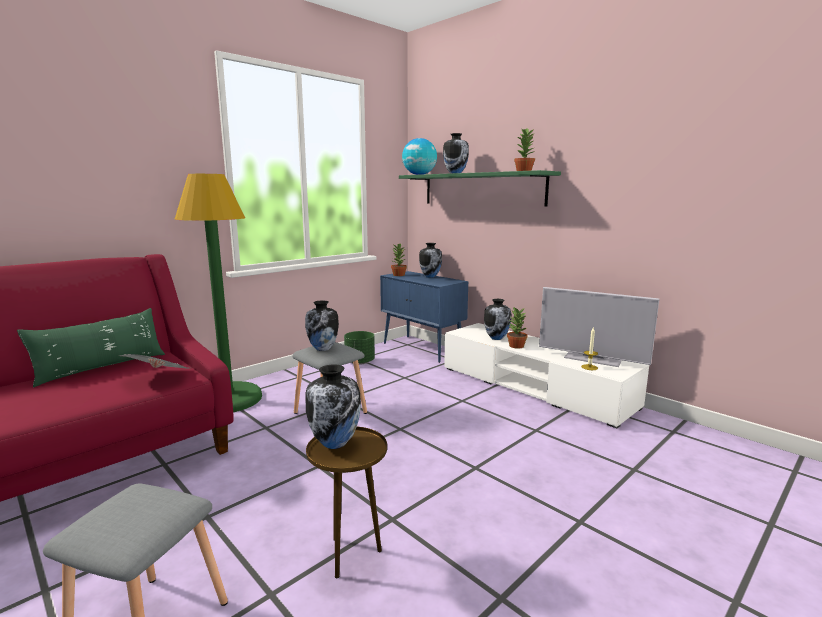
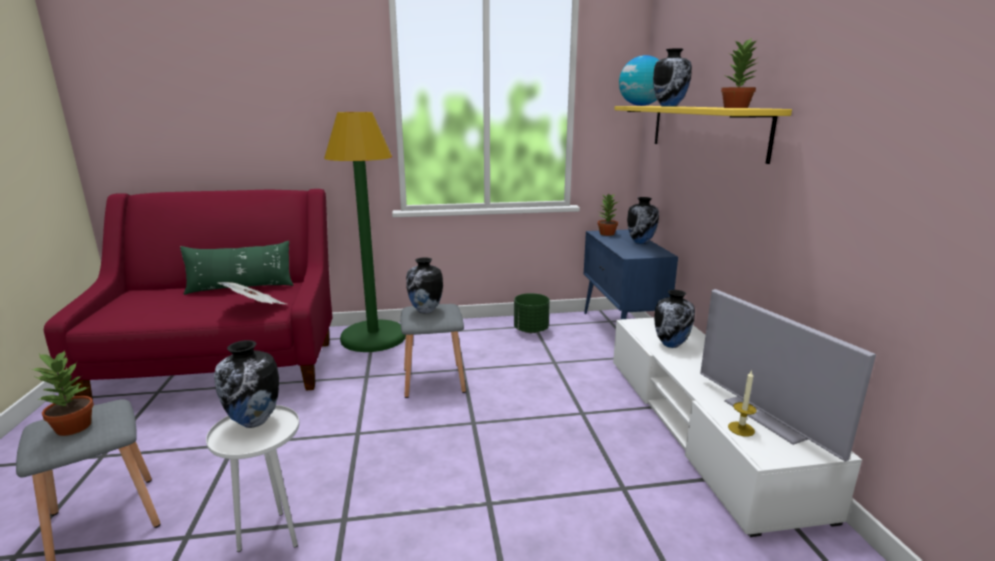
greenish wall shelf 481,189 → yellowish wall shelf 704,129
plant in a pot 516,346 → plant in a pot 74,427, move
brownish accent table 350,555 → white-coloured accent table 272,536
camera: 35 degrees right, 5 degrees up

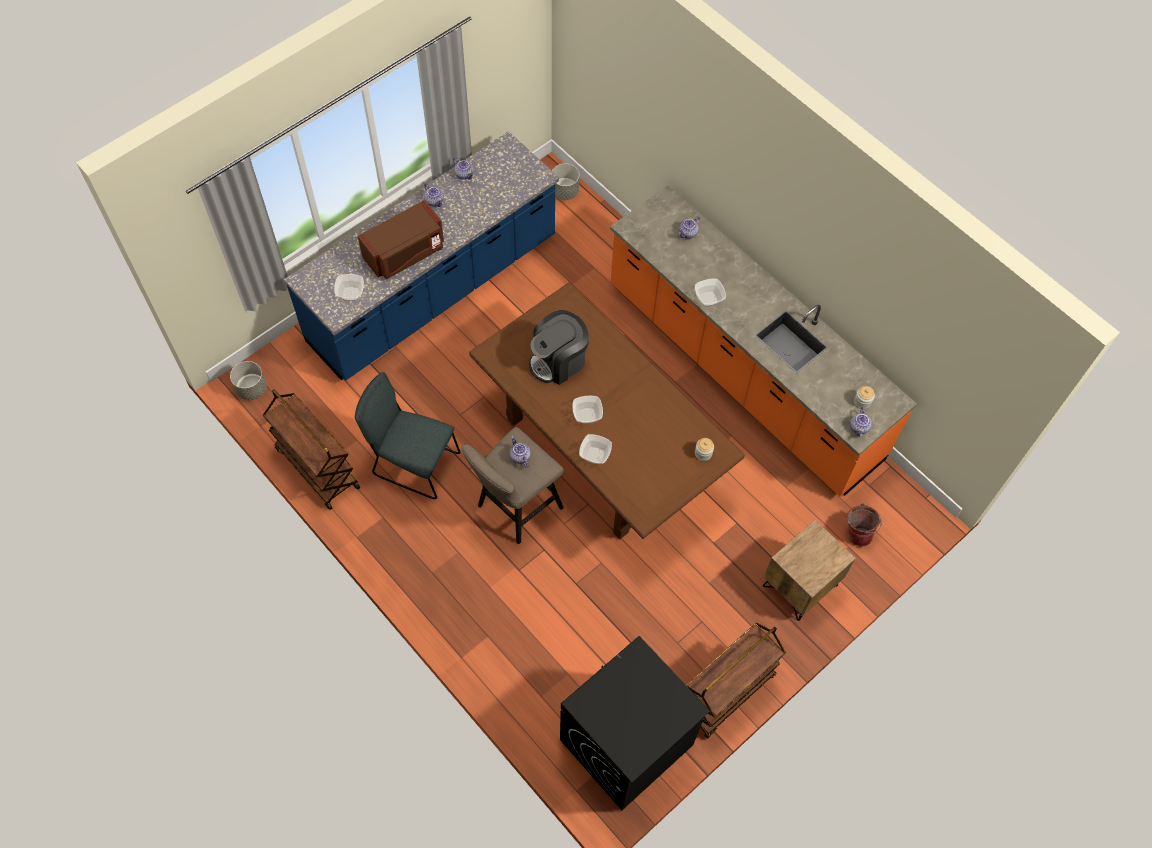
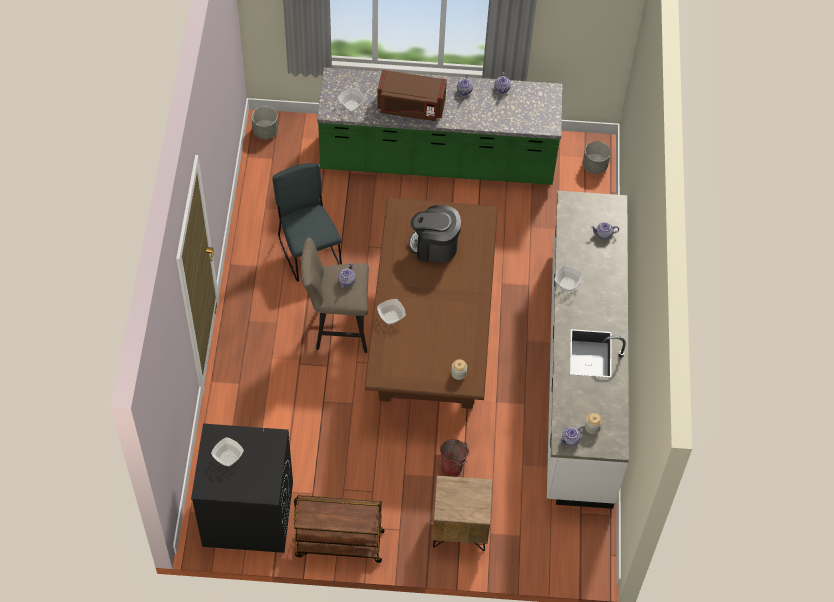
blue-coloured kitchen counter 434,291 → greenish kitchen counter 437,161
orangey kitchen counter 742,372 → white-coloured kitchen counter 579,372
brownish trolley 316,468 → -
deep dish 586,416 → deep dish 227,458, move
bucket 857,532 → bucket 453,465, move
camera: 45 degrees right, 5 degrees down

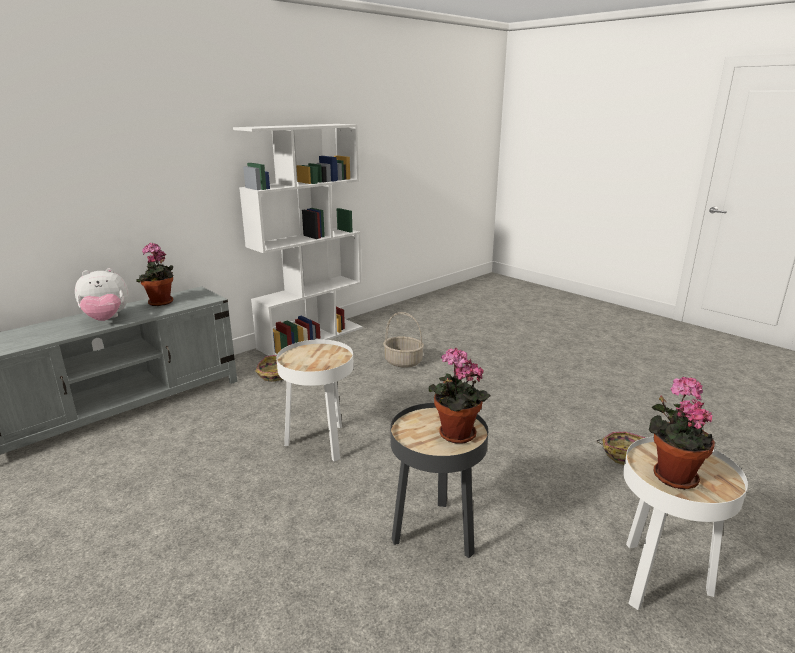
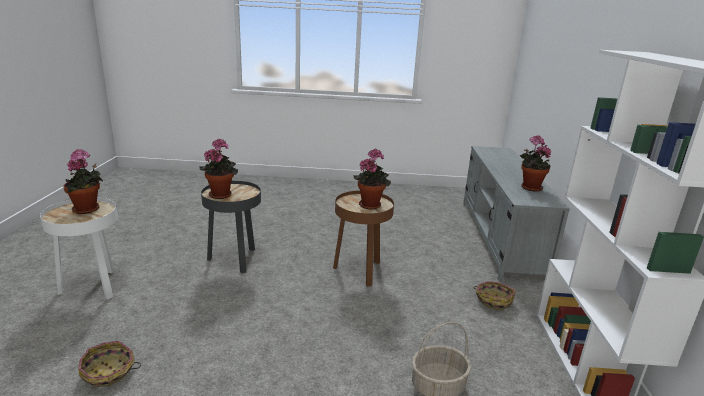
plush toy 106,319 → -
white-coloured accent table 320,443 → brownish accent table 360,271
- → plant in a pot 370,204
camera: 135 degrees right, 0 degrees up

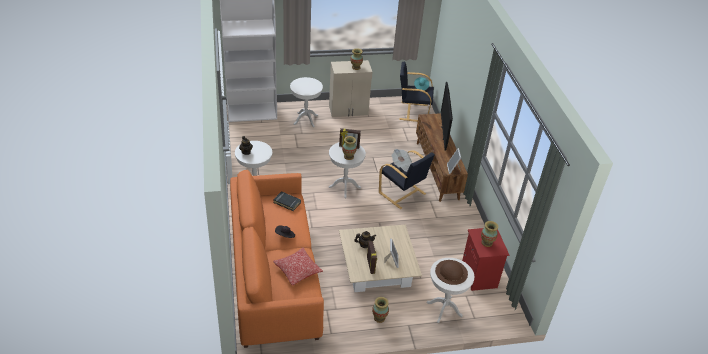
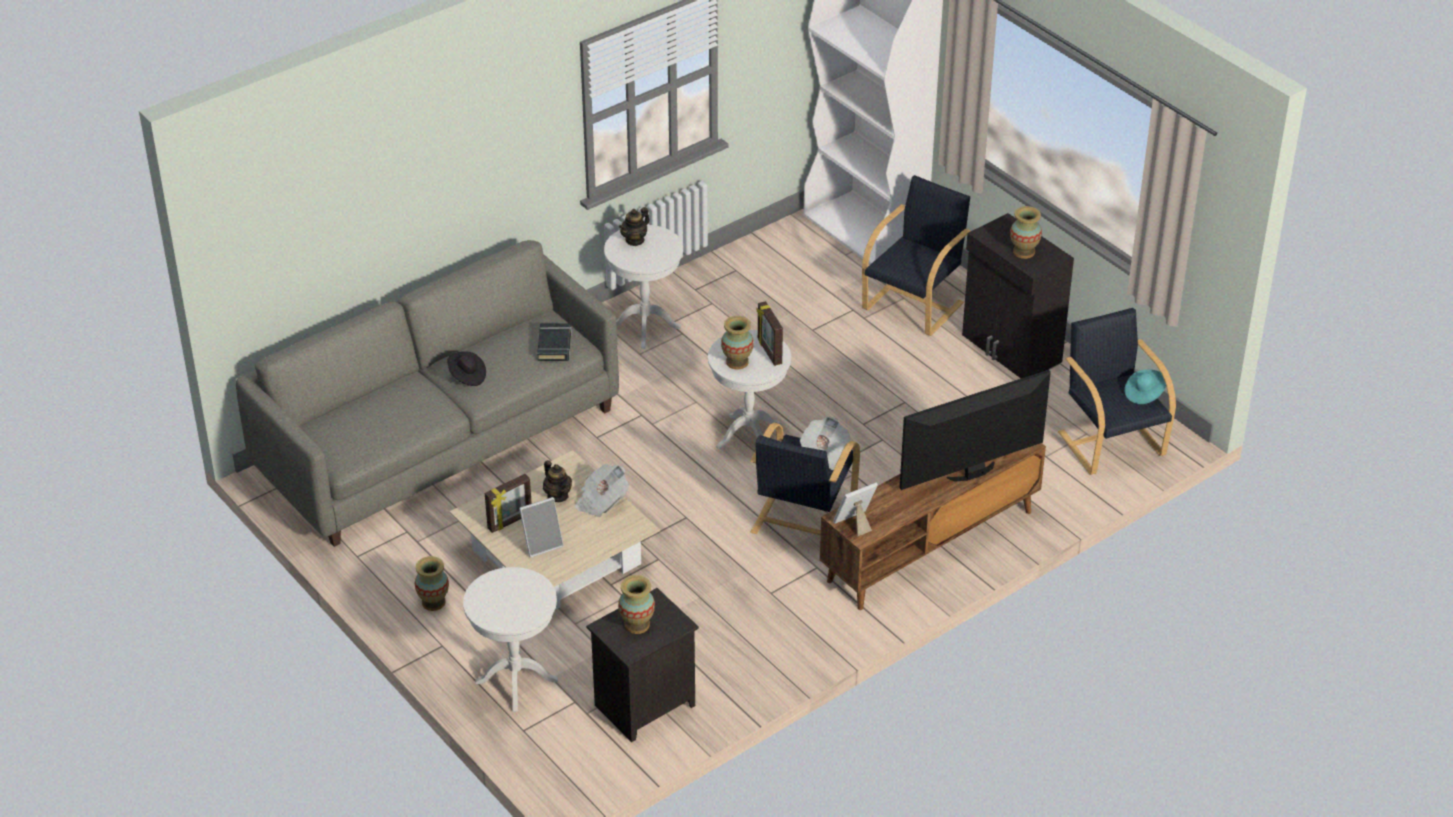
beige-coloured cupboard 348,110 → blackish cupboard 1011,349
white-coloured accent table 305,119 → blackish lounge chair 914,305
orangey settee 274,276 → gray settee 439,441
reddish nightstand 480,276 → blackish nightstand 644,707
throw pillow 297,270 → -
brownish wearable hat 451,272 → -
- → daily paper 601,501
camera: 65 degrees right, 0 degrees up

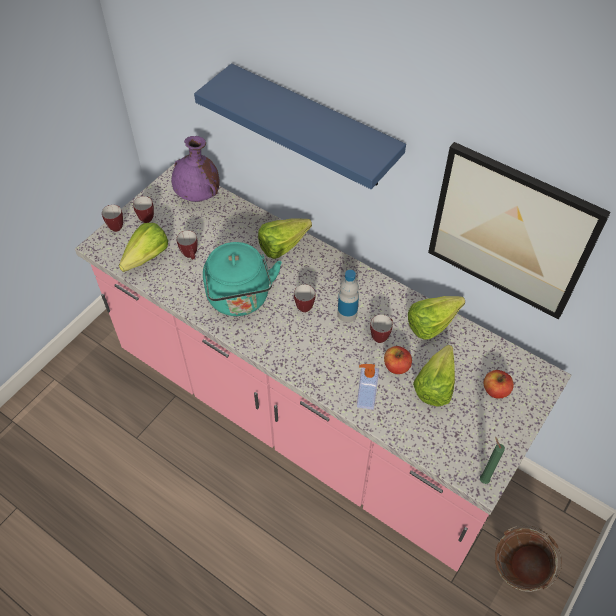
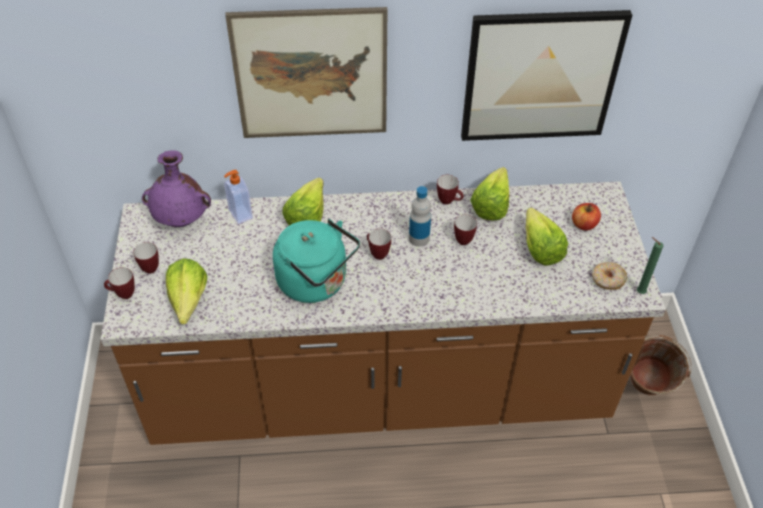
blue-coloured wall shelf 314,128 → picture 311,74
pink-coloured kitchen counter 308,416 → brownish kitchen counter 379,388
mug 191,256 → mug 449,201, move
apple 396,366 → -
soap bottle 365,398 → soap bottle 240,214, move
- → donut 607,280
camera: 40 degrees left, 5 degrees down

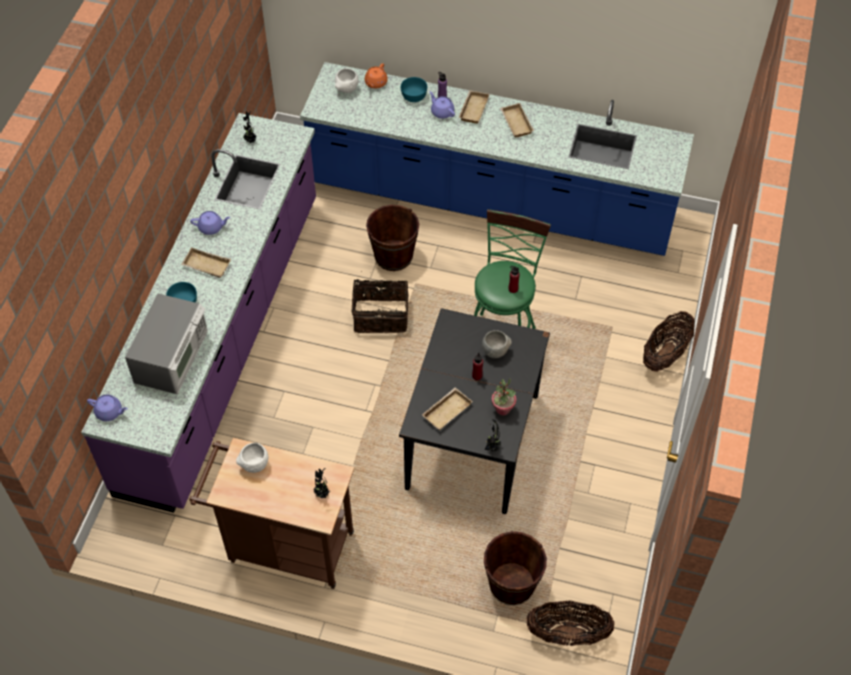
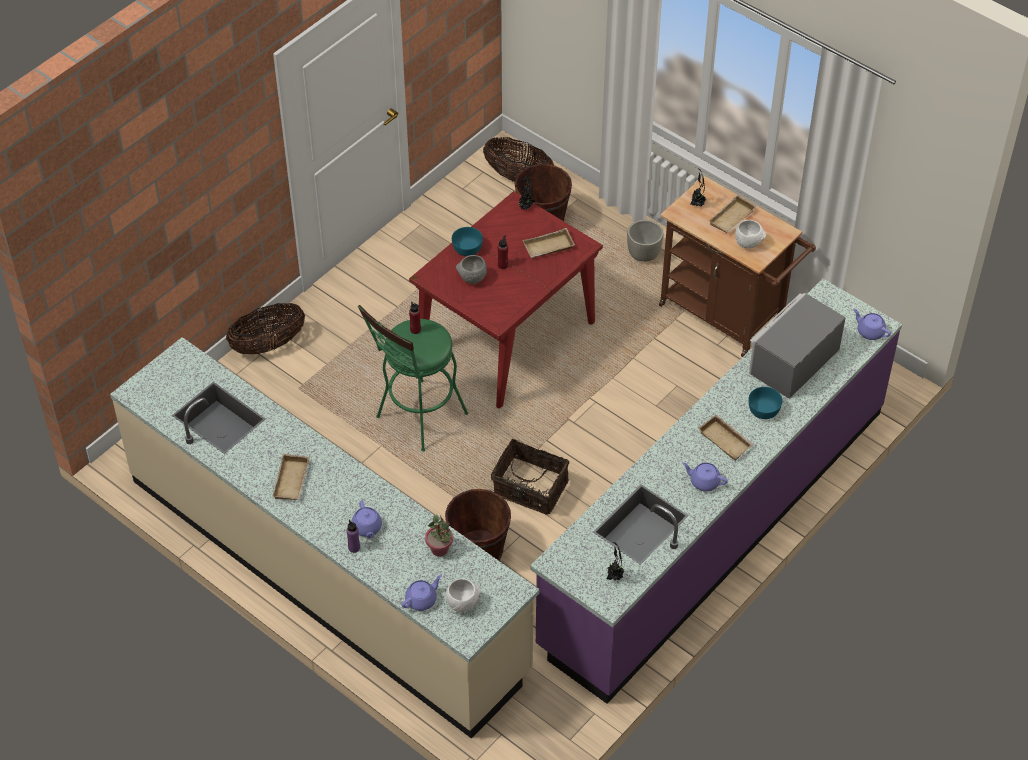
blue-coloured kitchen counter 490,202 → beige-coloured kitchen counter 327,574
orangey teapot 375,83 → purple-coloured teapot 422,600
turquoise-coloured deep dish 413,96 → turquoise-coloured deep dish 467,248, move
beige-coloured tray 473,109 → beige-coloured tray 732,219, move
blackish kitchen table 473,439 → reddish kitchen table 506,339
plant in a pot 502,409 → plant in a pot 440,549, move
- → gray flower pot 644,255
camera: 155 degrees left, 5 degrees down

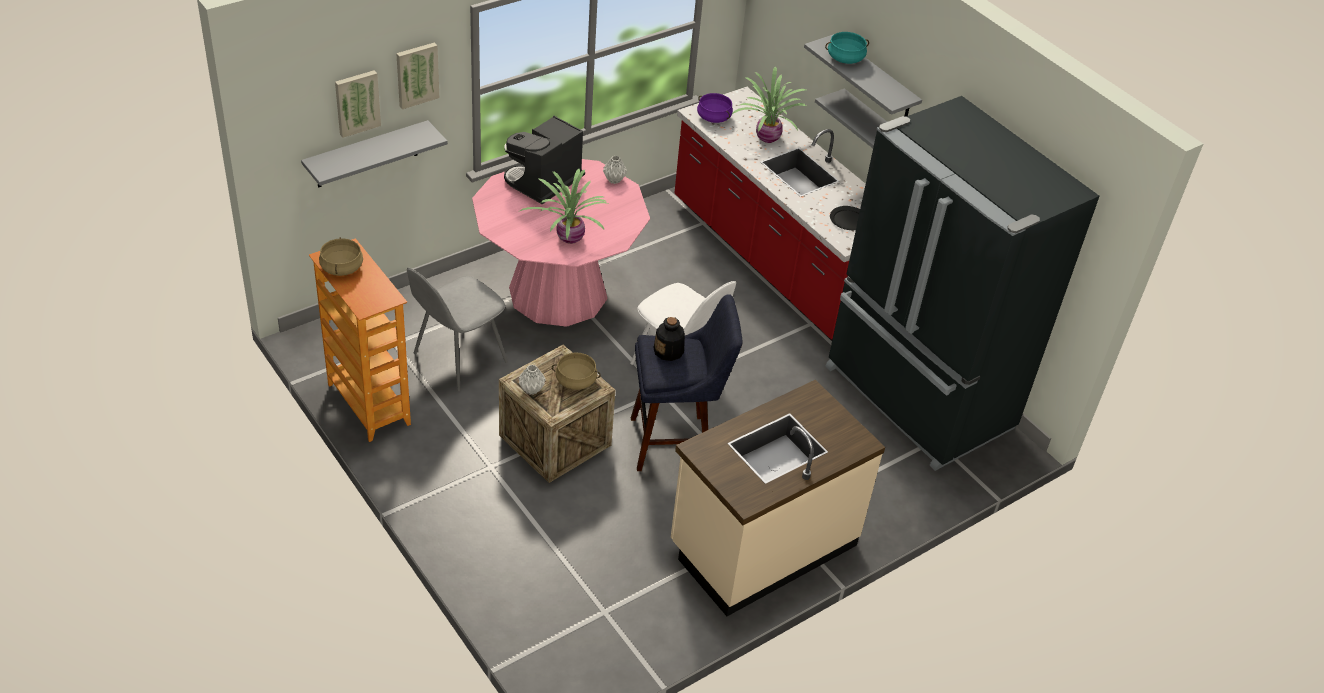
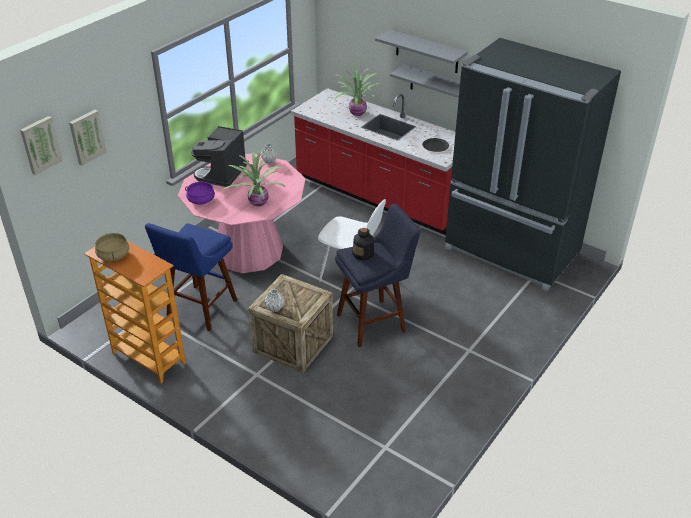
turquoise-coloured saucepot 845,58 → -
picture 416,74 → picture 40,145, move
purple-coloured saucepot 713,117 → purple-coloured saucepot 201,200, move
gray wall shelf 367,155 → -
gray upright chair 458,359 → blue-coloured stool seat 199,310
beige-coloured saucepot 575,381 → -
beige-coloured kitchen counter 762,545 → -
camera: 15 degrees left, 5 degrees down

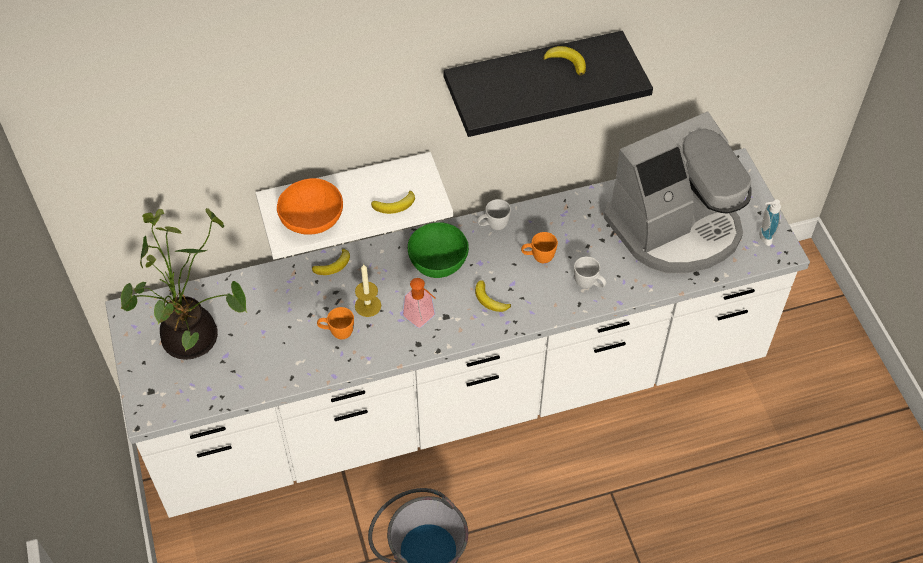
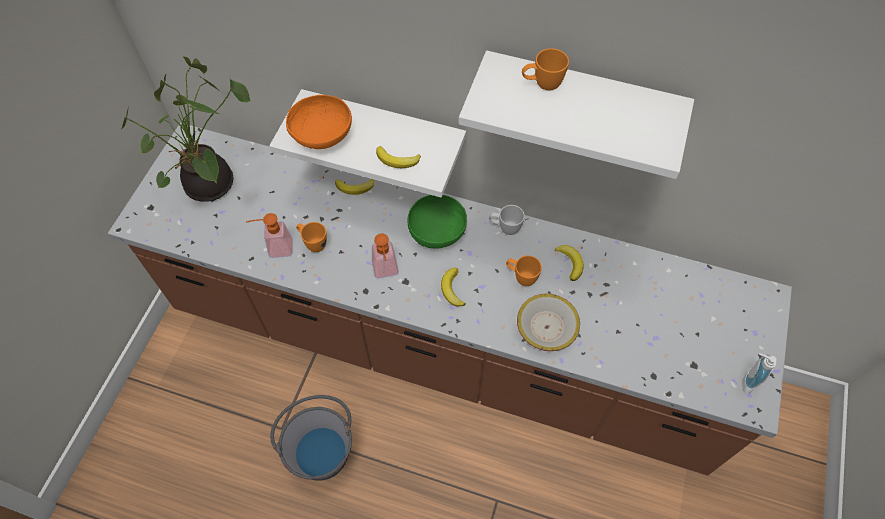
blackish wall shelf 532,73 → white-coloured wall shelf 581,100
whole banana 566,62 → whole banana 570,263, move
coffee maker 676,228 → -
white-coloured kitchen counter 461,395 → brownish kitchen counter 442,346
white-coloured mug 589,284 → deep dish 546,327
candle 368,305 → -
- → orangey mug 541,85
- → soap bottle 275,248
camera: 35 degrees right, 5 degrees up

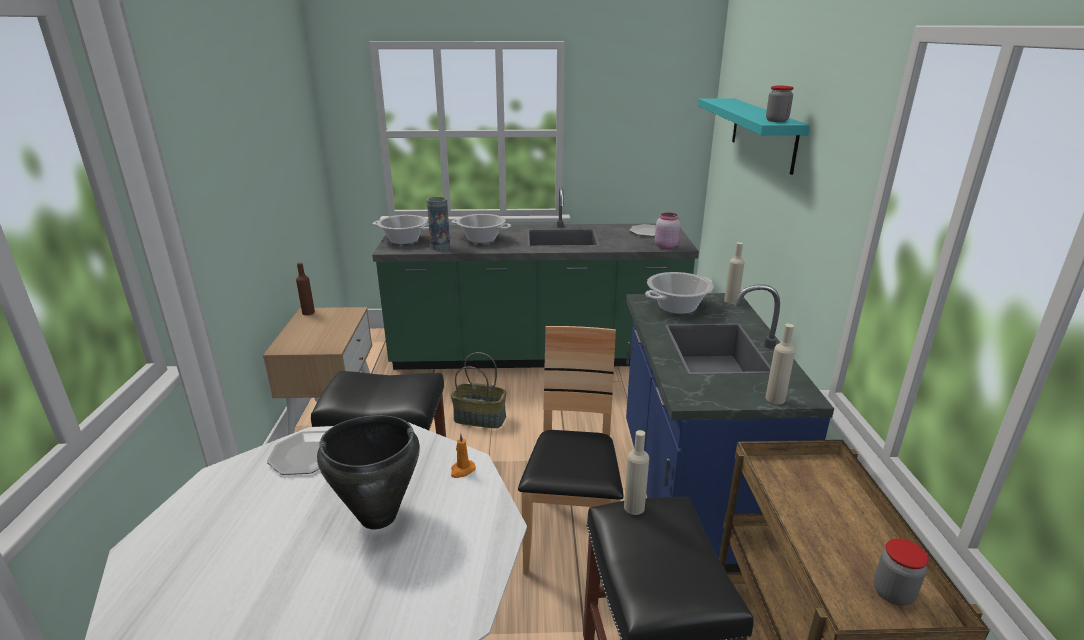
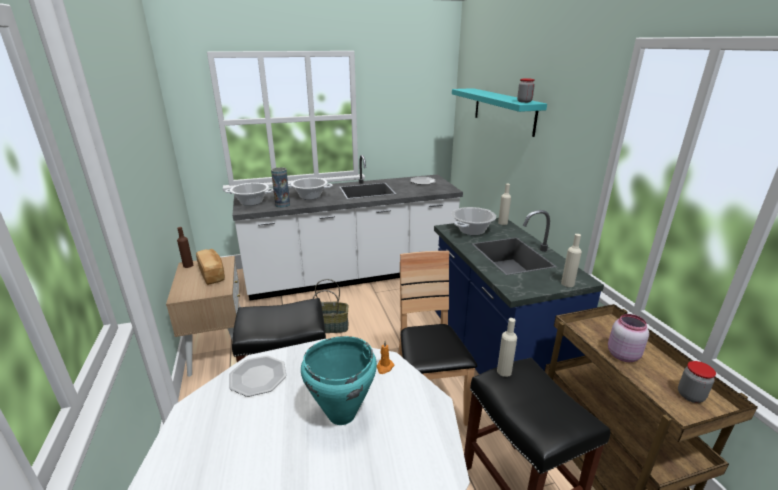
greenish kitchen counter 536,355 → white-coloured kitchen counter 352,276
pink-coloured preserve jar 665,246 → pink-coloured preserve jar 622,354, move
blackish saucepot 377,516 → turquoise-coloured saucepot 341,414
- → baked bread 213,274
camera: 15 degrees left, 0 degrees up

